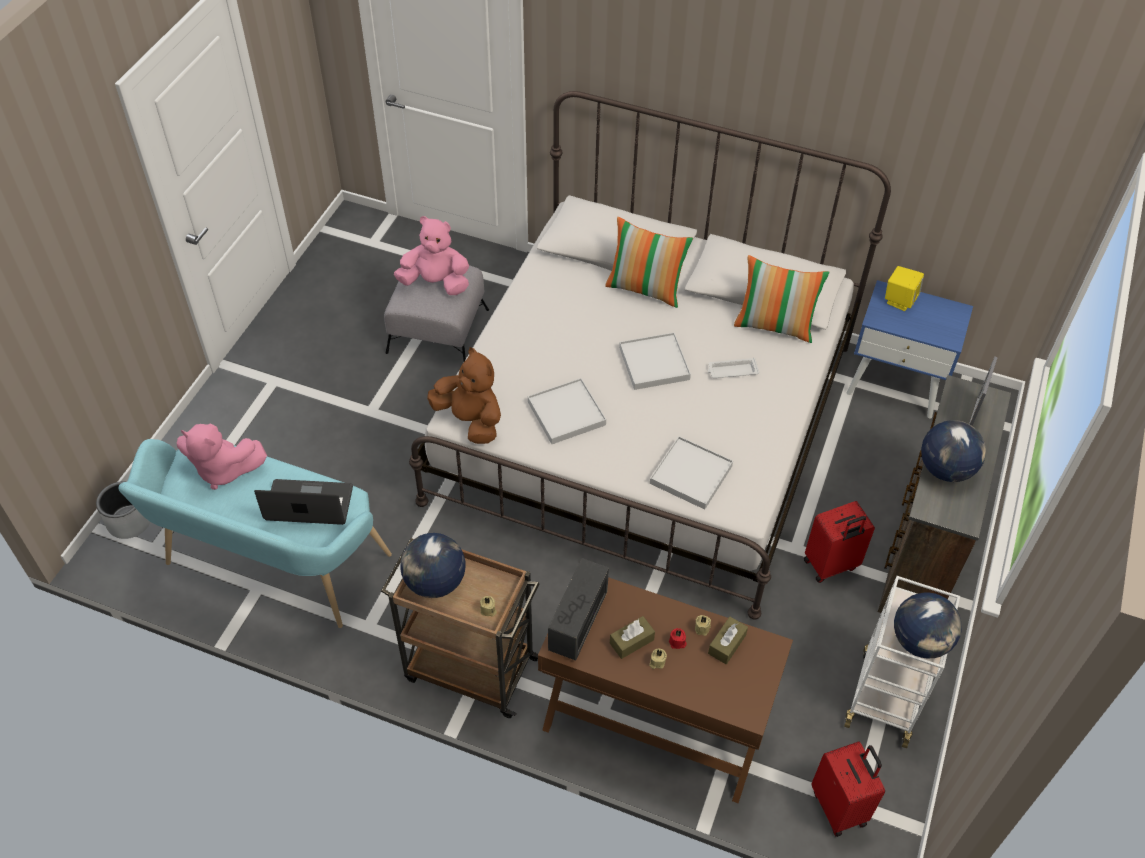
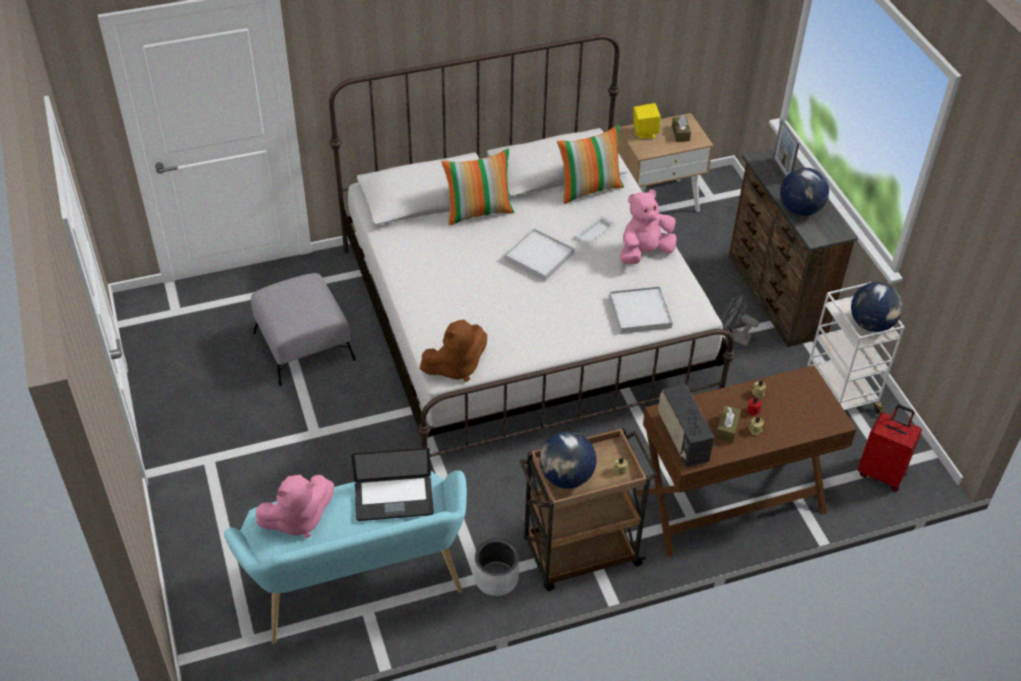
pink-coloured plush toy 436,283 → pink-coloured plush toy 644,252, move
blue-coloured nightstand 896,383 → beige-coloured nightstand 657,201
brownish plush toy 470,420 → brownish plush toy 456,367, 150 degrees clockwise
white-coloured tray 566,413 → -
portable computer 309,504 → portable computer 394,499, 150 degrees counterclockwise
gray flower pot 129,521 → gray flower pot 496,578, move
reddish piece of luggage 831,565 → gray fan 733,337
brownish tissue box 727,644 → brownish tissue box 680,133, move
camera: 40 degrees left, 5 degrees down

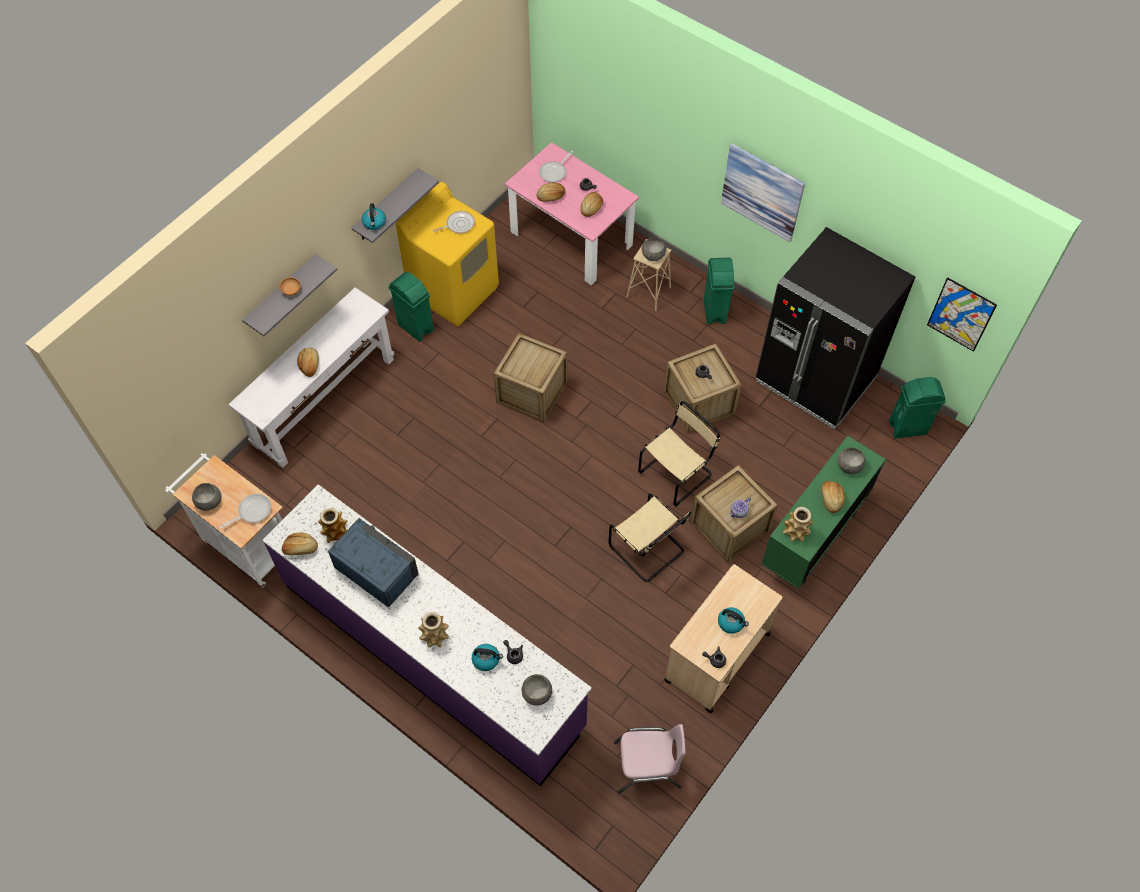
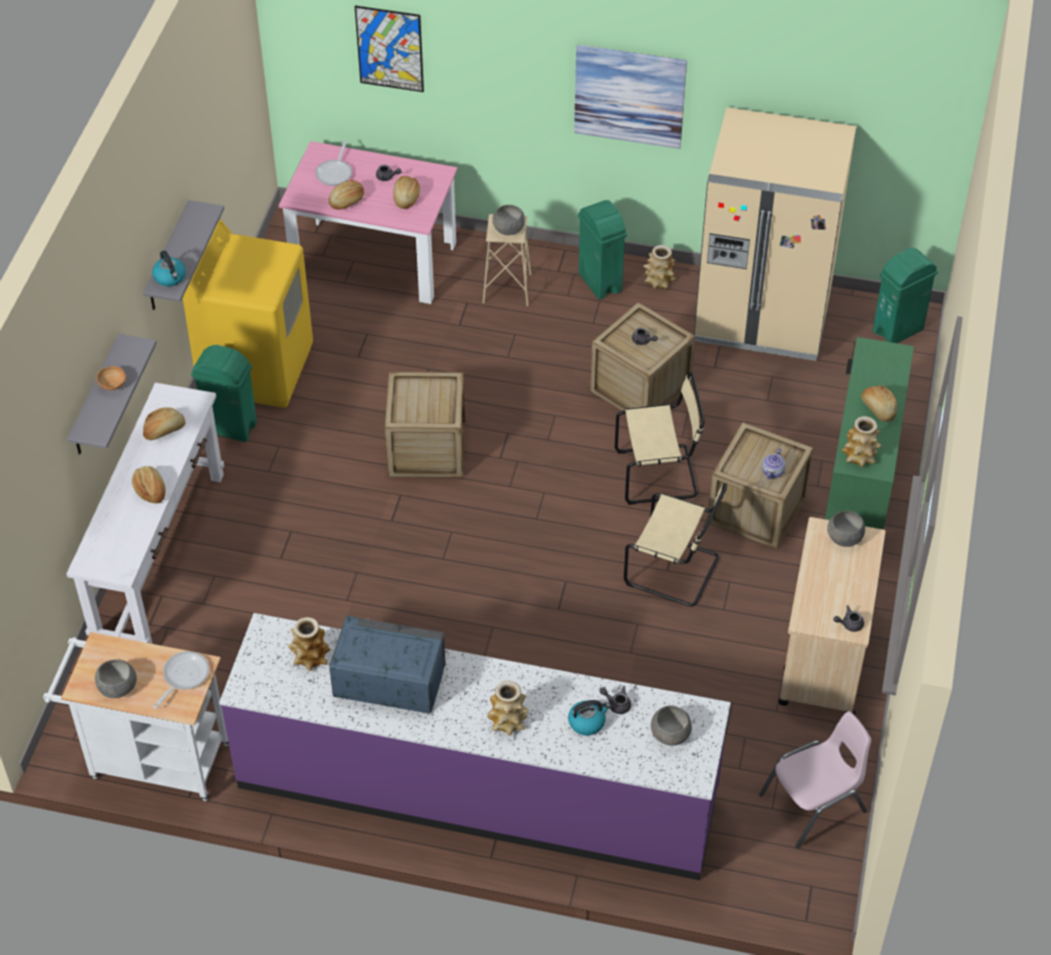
frying pan 458,224 → -
blackish kitchen fridge 815,380 → beige-coloured kitchen fridge 762,316
picture 961,314 → picture 390,48, move
beige-coloured upright chair 677,473 → beige-coloured upright chair 659,474, 60 degrees clockwise
gray deep dish 849,465 → gray deep dish 844,537, move
baked bread 300,548 → baked bread 164,430, move
water kettle 731,623 → -
- → flower vase 658,281
camera: 25 degrees left, 10 degrees down

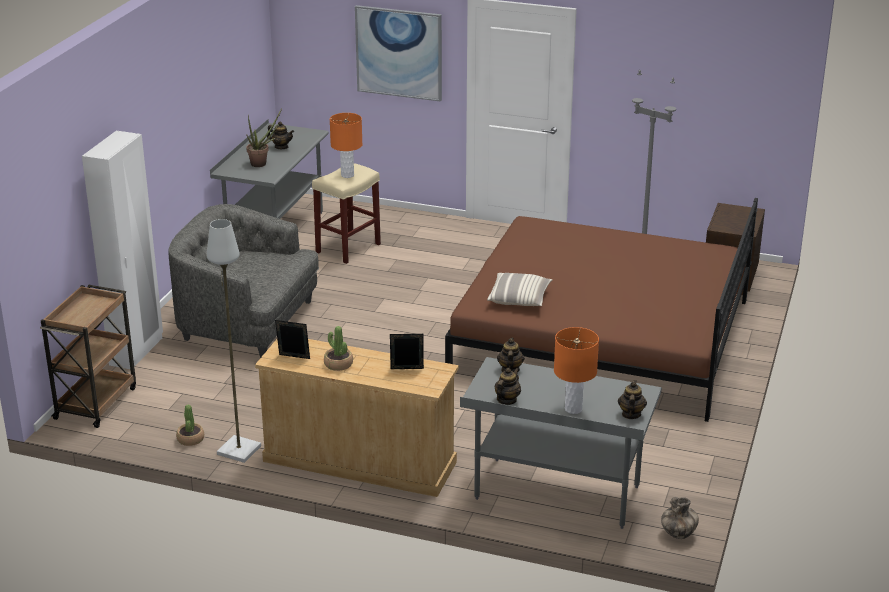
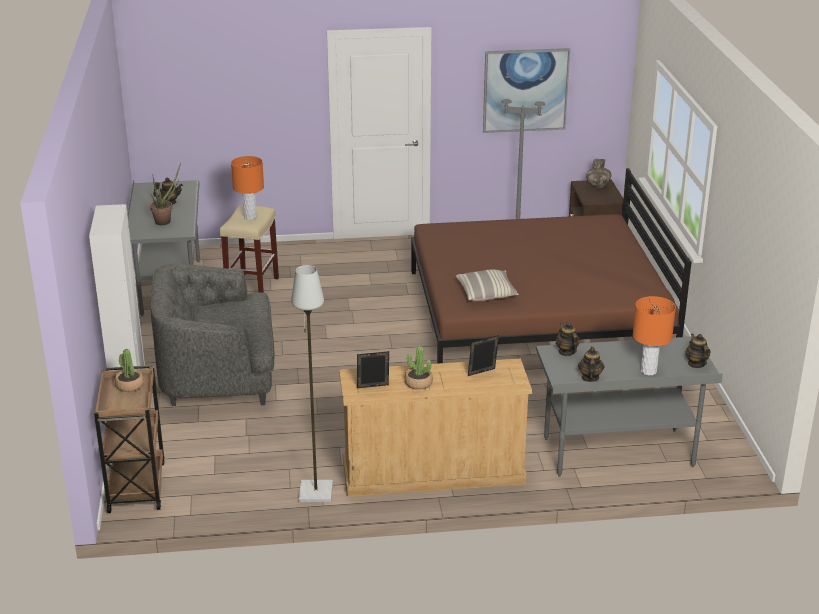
picture 399,53 → picture 525,90, move
plant in a pot 190,439 → plant in a pot 129,385, move
flower vase 678,534 → flower vase 598,186, move
camera: 25 degrees left, 0 degrees up

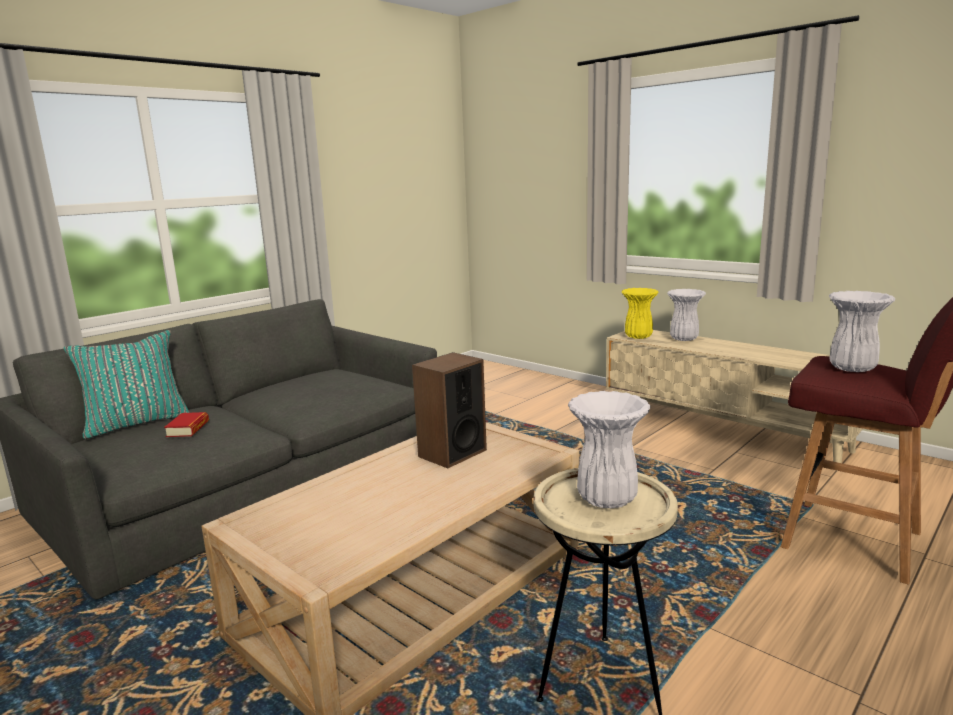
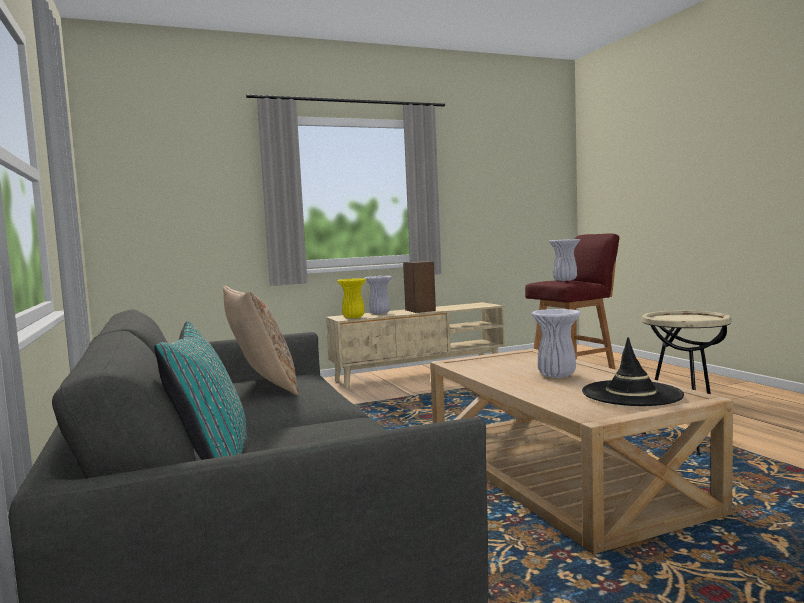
loudspeaker 452,453 → loudspeaker 420,310, move
white-coloured flower vase 606,500 → white-coloured flower vase 557,375, move
bound book 188,429 → -
- → beige-coloured throw pillow 262,387
- → blackish wearable hat 631,394
camera: 65 degrees left, 10 degrees down

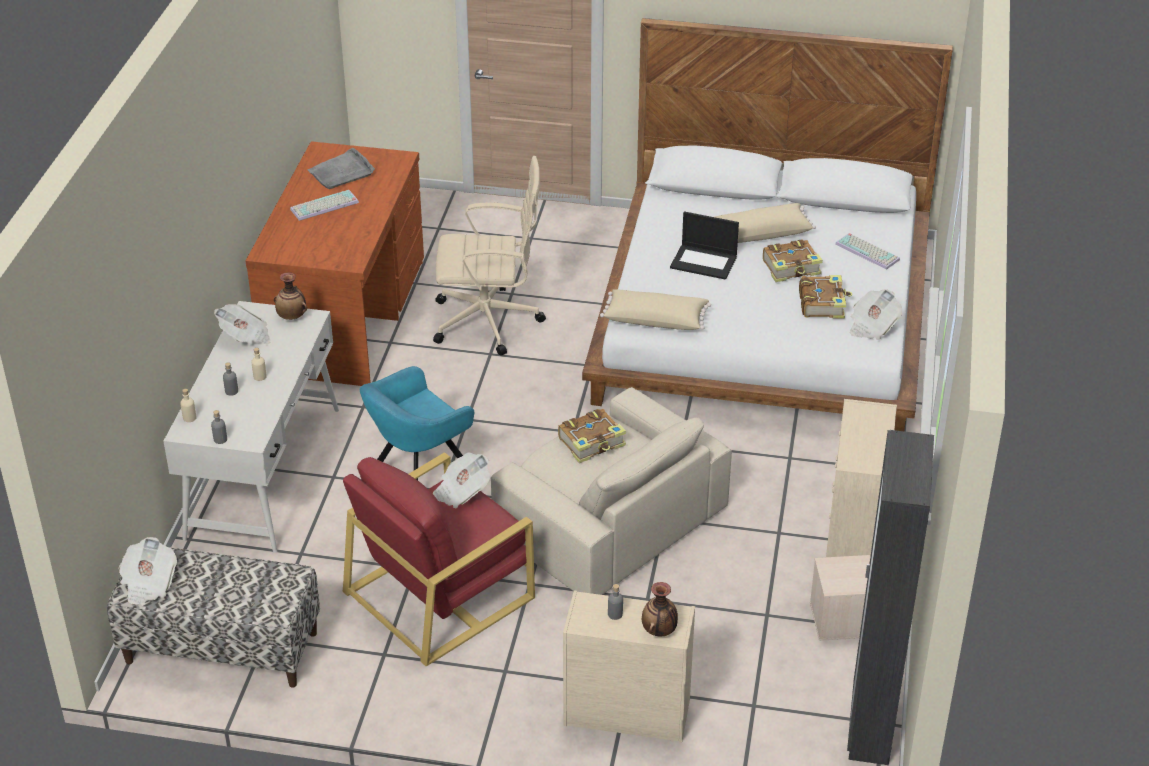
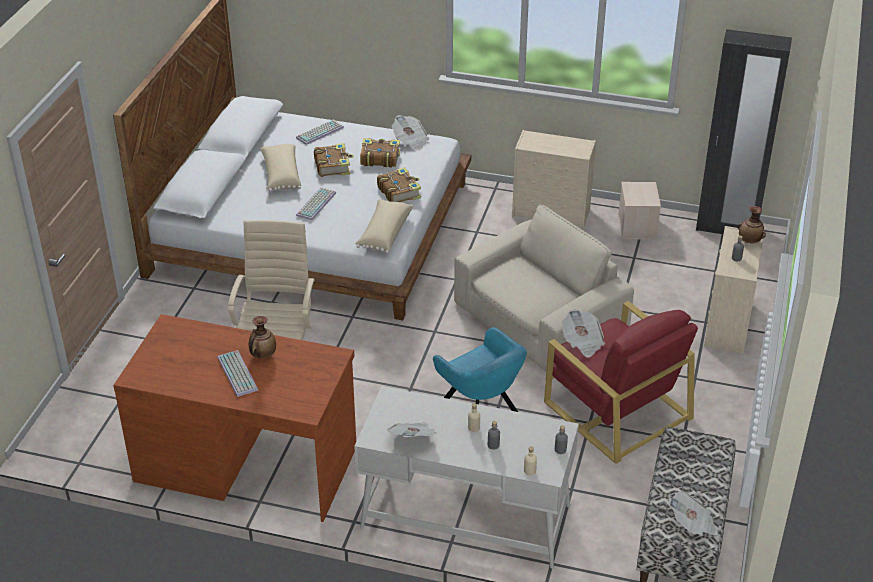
gray tray 342,172 → -
portable computer 704,262 → keyboard 315,203
flower vase 292,317 → flower vase 263,355, move
bound book 592,443 → bound book 399,192, move
camera: 85 degrees left, 0 degrees up

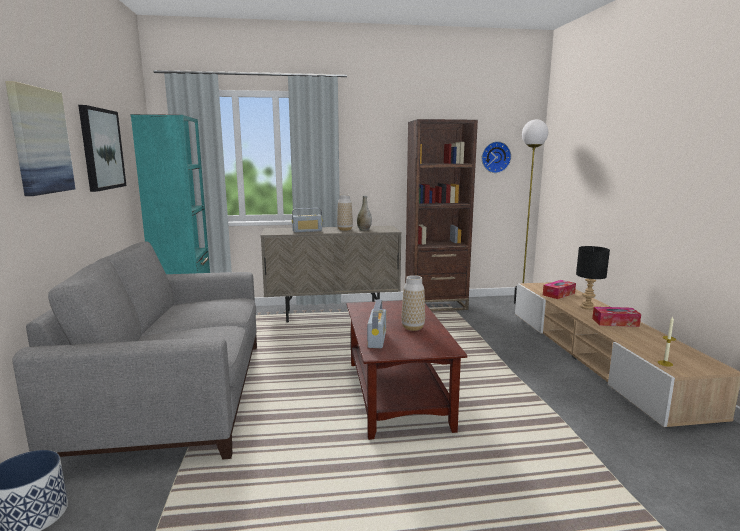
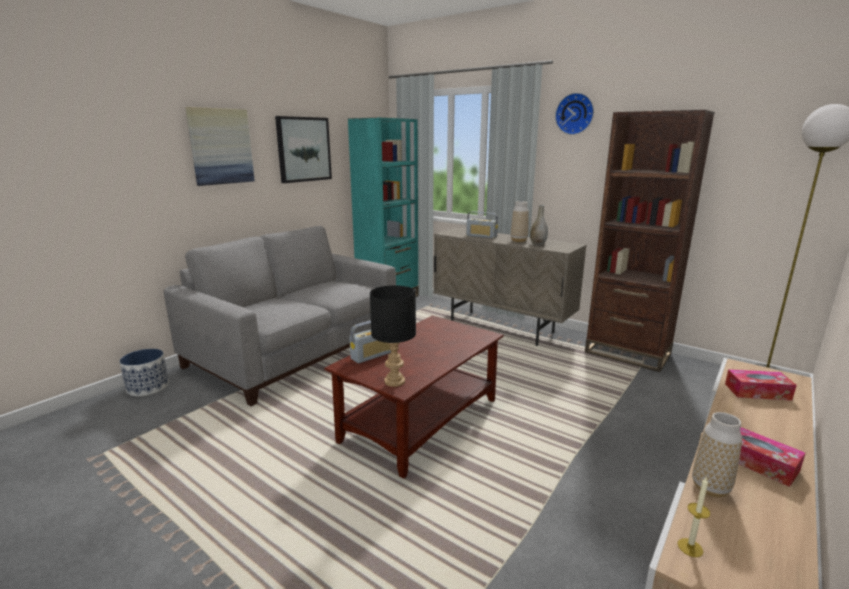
wall clock 495,157 → wall clock 575,114, move
blackish tabletop lamp 587,307 → blackish tabletop lamp 395,381, move
flower vase 413,327 → flower vase 710,488, move
camera: 45 degrees right, 5 degrees up

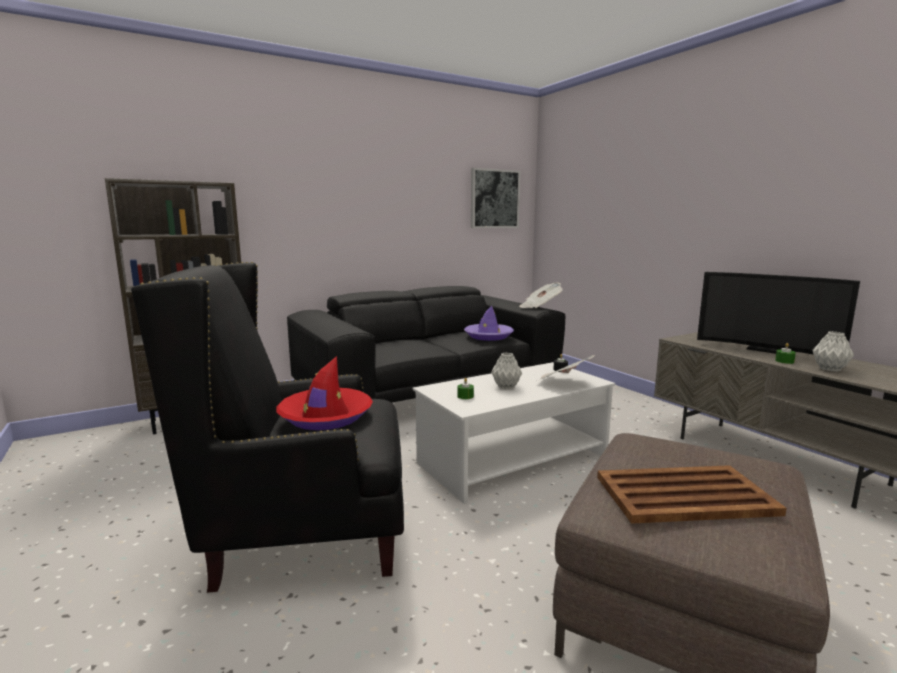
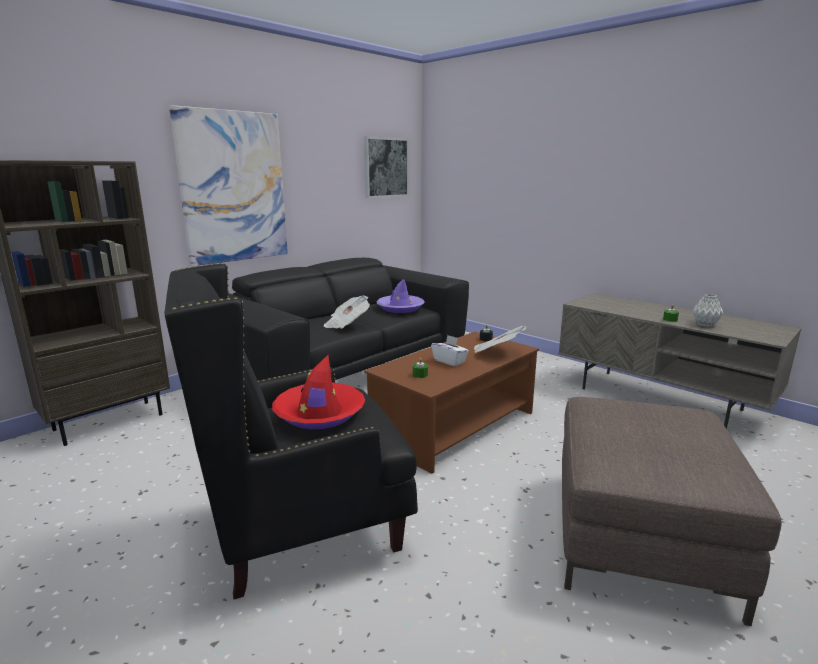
TV set 768,350 → -
daily paper 540,307 → daily paper 347,324, move
gray flower vase 506,387 → white-coloured tissue box 449,361
white-coloured low table 514,459 → brownish low table 455,425
brownish tray 686,495 → -
- → picture 233,187
camera: 15 degrees left, 5 degrees up

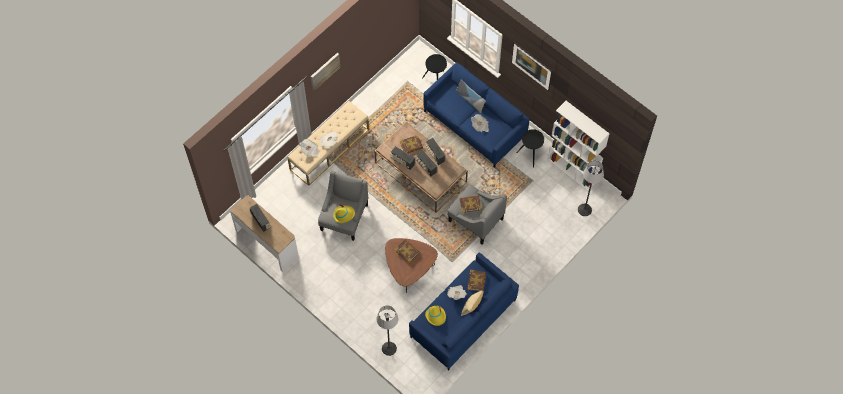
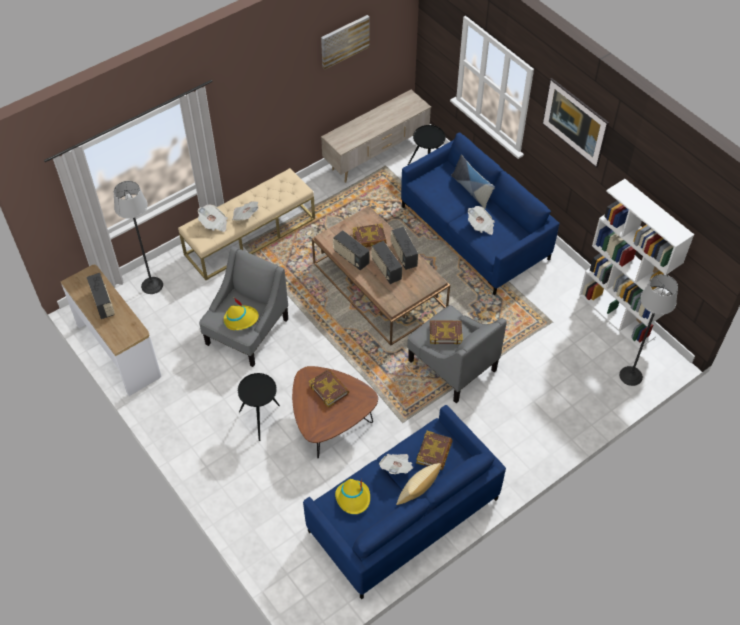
picture 324,71 → picture 344,41, move
blackish accent table 530,154 → blackish accent table 261,419, move
standard lamp 389,348 → standard lamp 152,285, move
- → beige-coloured tv unit 376,156
camera: 10 degrees right, 10 degrees down

